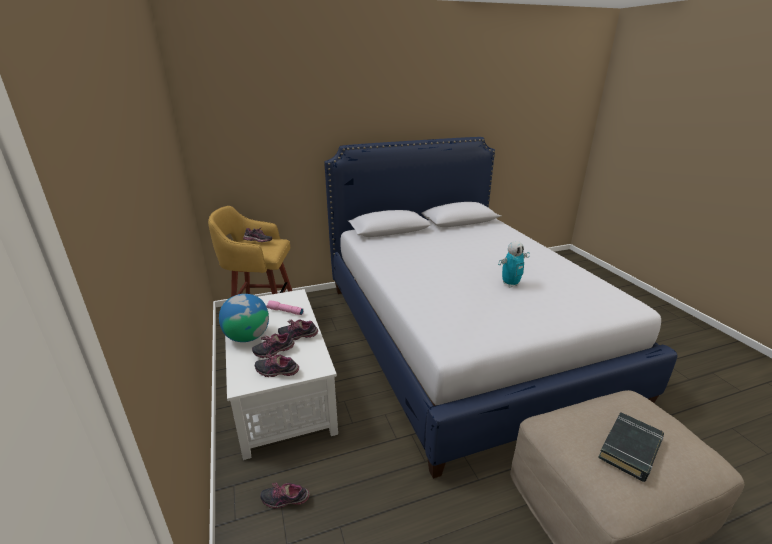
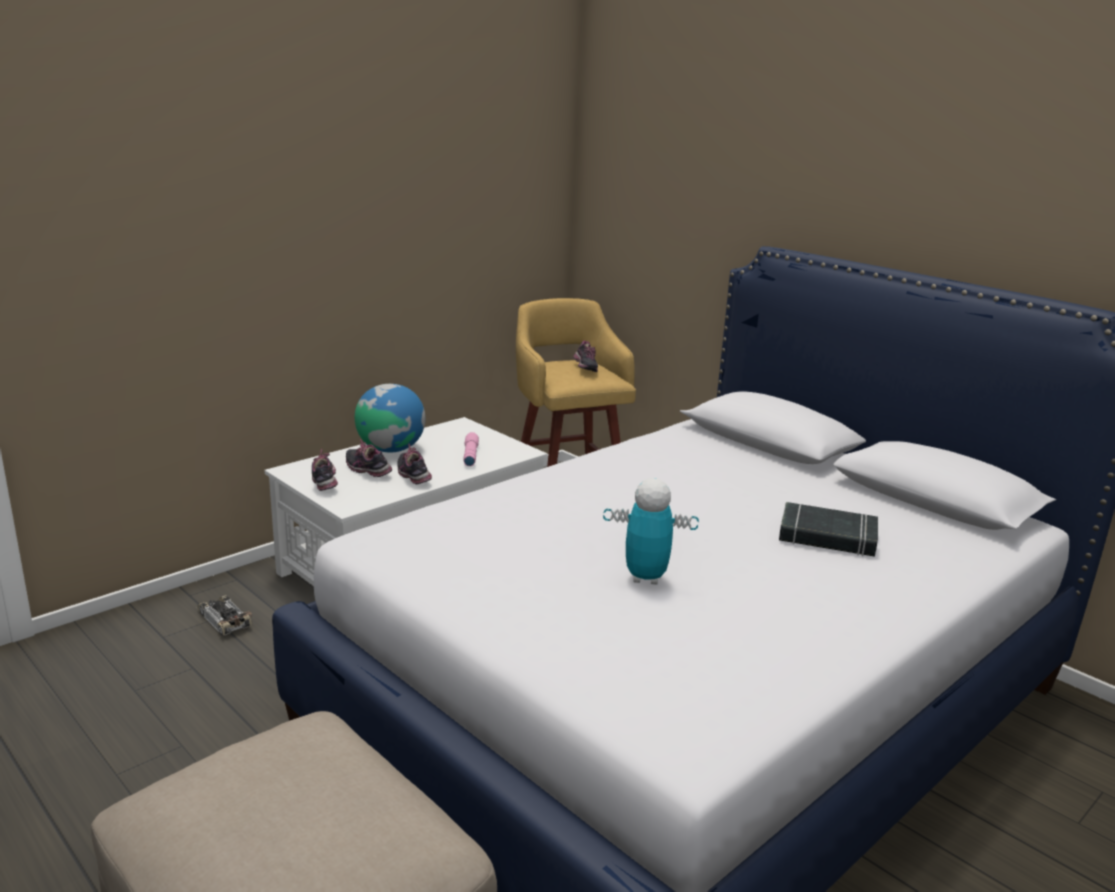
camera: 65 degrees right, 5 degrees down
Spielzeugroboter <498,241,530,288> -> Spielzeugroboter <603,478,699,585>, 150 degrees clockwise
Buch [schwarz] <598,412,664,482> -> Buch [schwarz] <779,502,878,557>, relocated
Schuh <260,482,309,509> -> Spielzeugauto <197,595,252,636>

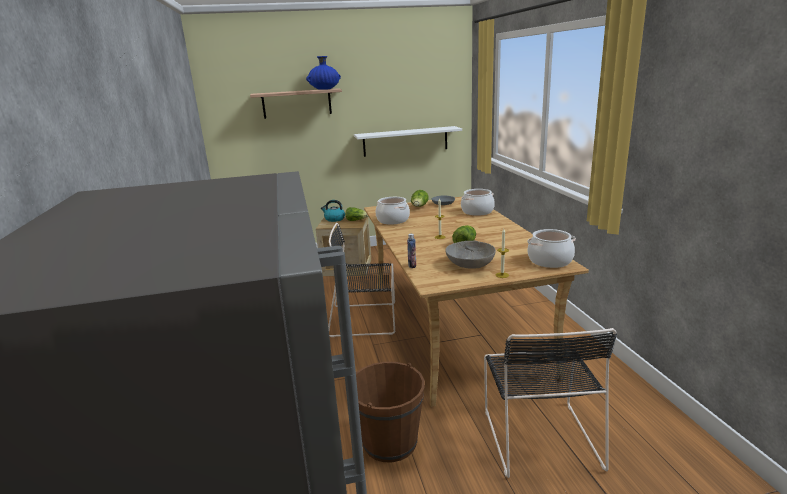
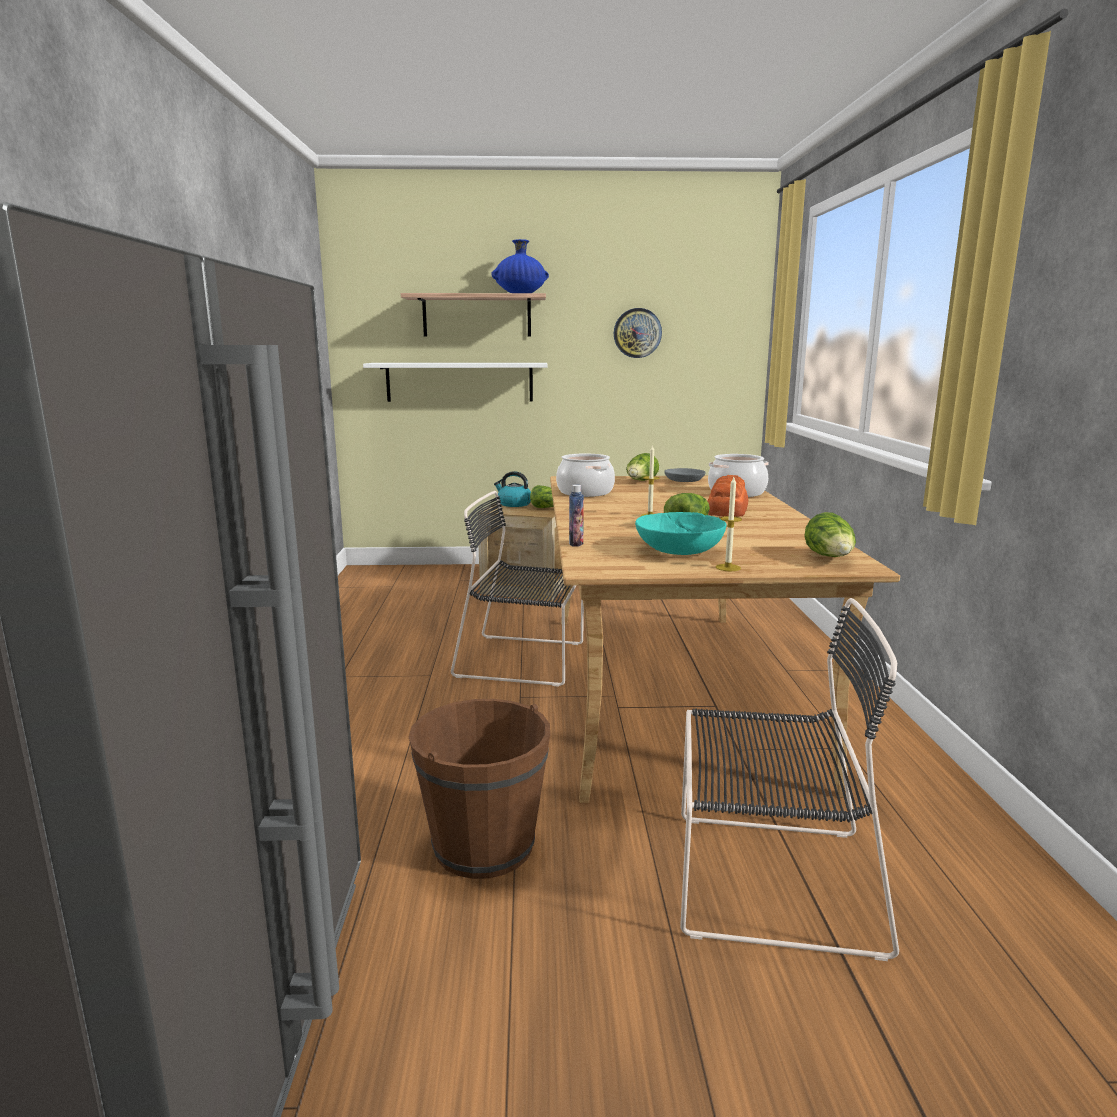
camera: 10 degrees right, 5 degrees down
Wandregal [weiß] <354,126,462,157> -> Wandregal [weiß] <363,363,547,402>, relocated
Kochtopf <527,229,576,268> -> Salatkopf <804,512,856,557>
Schüssel [grau] <446,240,496,269> -> Schüssel [türkis] <635,512,726,555>
Stuhl [schwarz] <484,328,617,478> -> Stuhl [schwarz] <680,598,899,961>, 90 degrees counterclockwise
none -> Wanduhr <614,308,662,358>
none -> Brot <708,475,748,517>

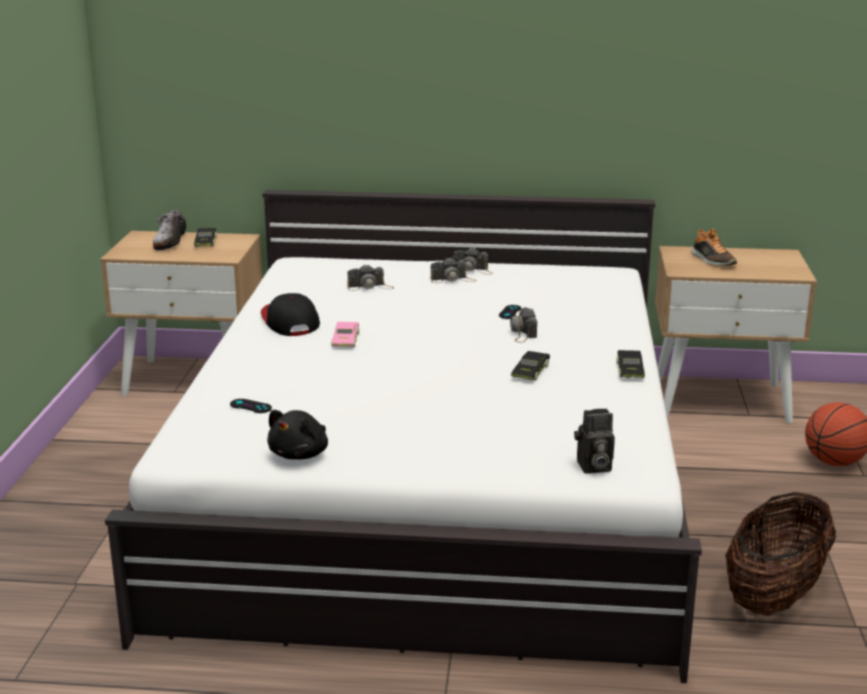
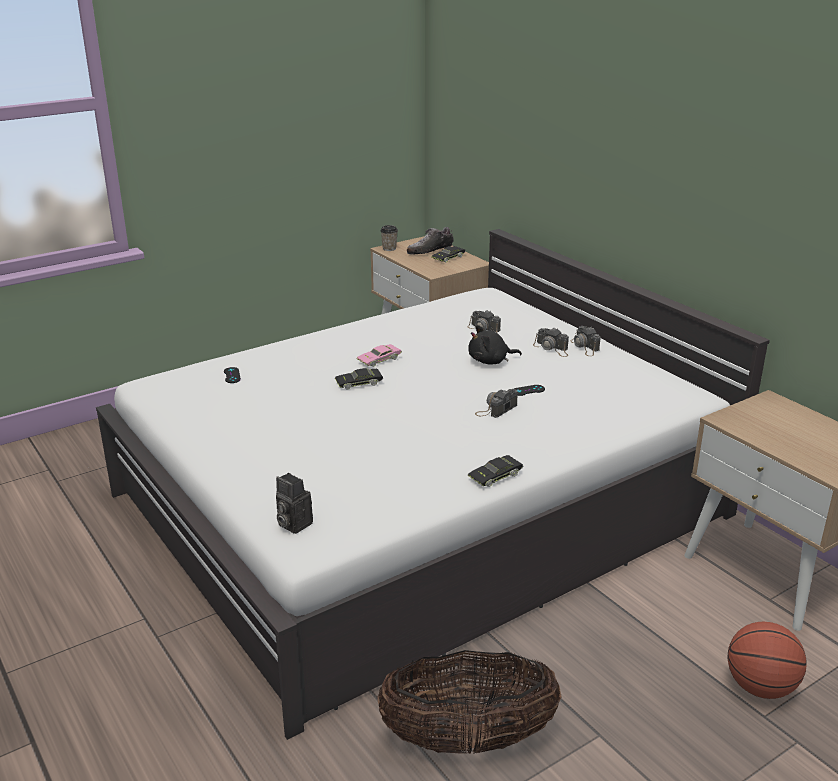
camera: 50 degrees right, 5 degrees up
Schuh <691,229,737,266> -> none
Kappe <261,293,320,336> -> none
Spielzeugauto [schwarz] <511,351,550,380> -> Spielzeugauto [schwarz] <335,368,383,390>, relocated
Plüschtier [schwarz] <267,410,328,460> -> Plüschtier [schwarz] <468,325,522,365>, relocated
none -> Tasse <380,225,398,251>

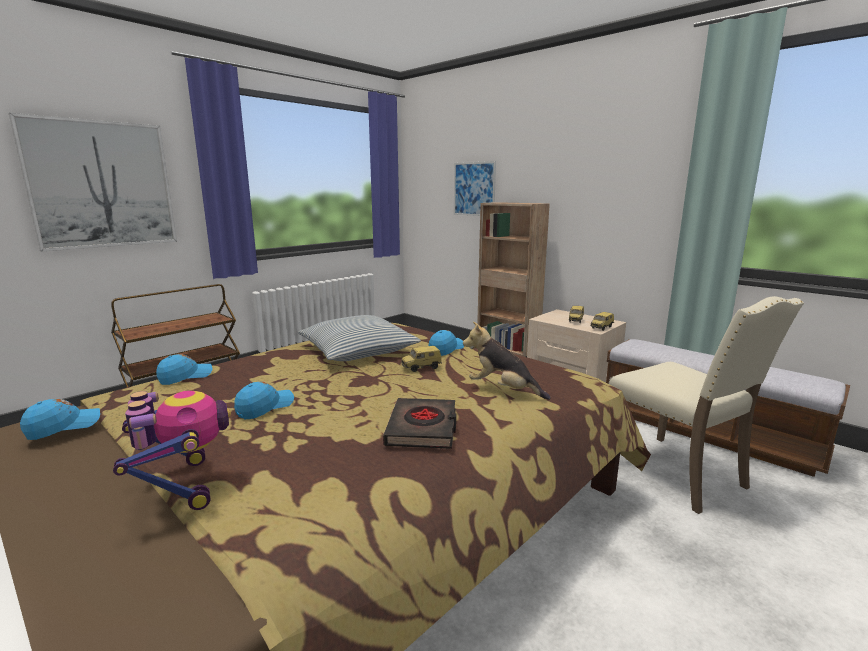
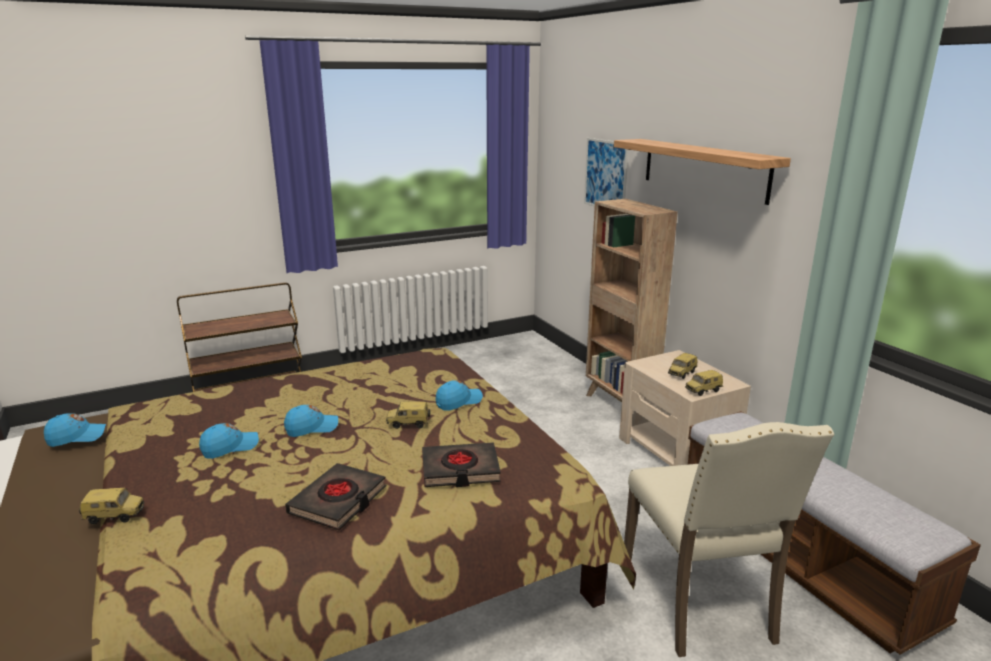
camera: 20 degrees right, 5 degrees up
Bild <9,113,177,252> -> none
Kissen <298,315,421,361> -> none
Plüschtier <463,321,551,400> -> Buch [schwarz] <422,442,501,487>
Kappe [blau] <156,354,213,385> -> Kappe [blau] <284,405,338,437>, relocated
Spielzeugroboter <113,391,231,510> -> Spielzeugauto <79,488,145,525>
none -> Wandregal <614,139,791,205>

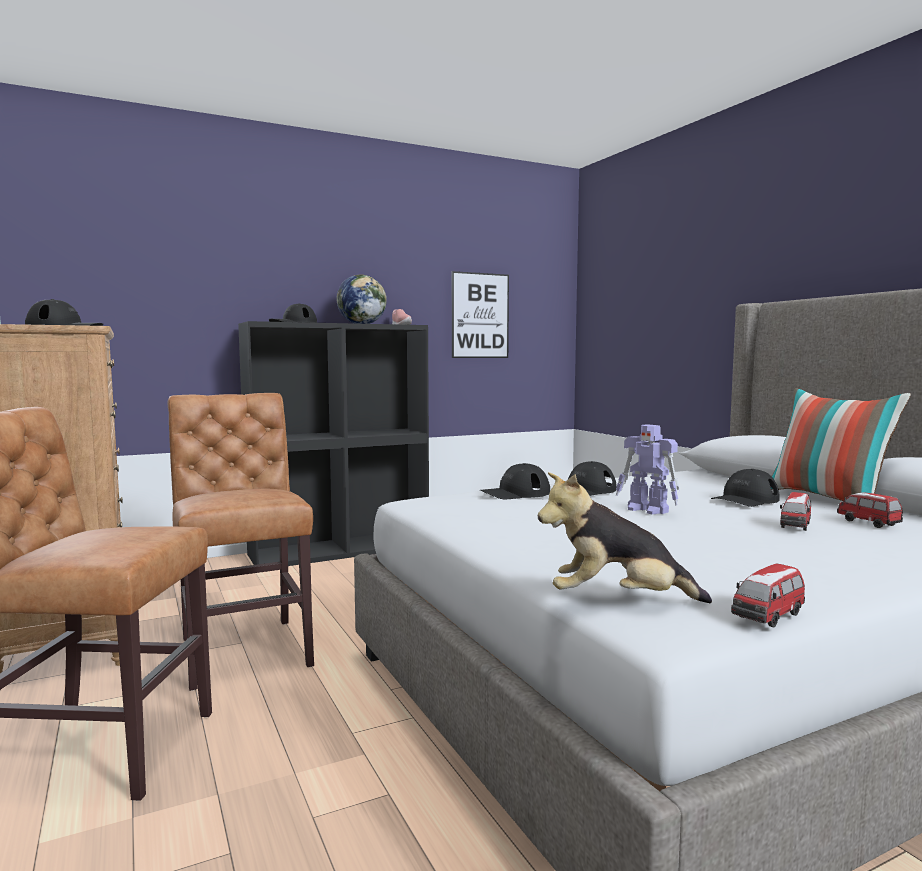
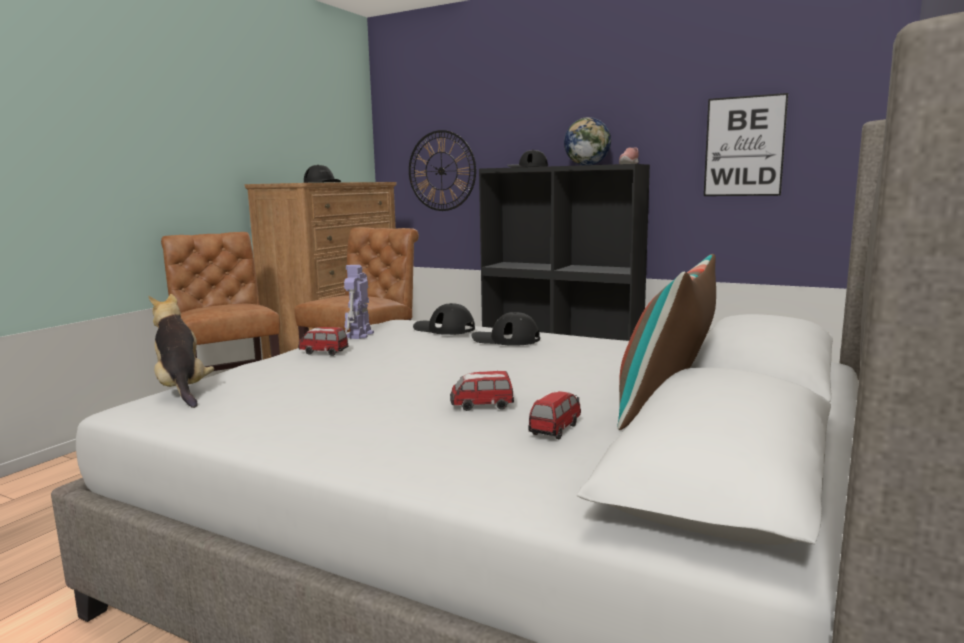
camera: 55 degrees right, 5 degrees up
Spielzeugroboter <616,424,680,515> -> Spielzeugroboter <344,265,374,339>, relocated
Kappe [schwarz] <711,469,780,507> -> none
Spielzeugauto <731,563,805,627> -> Spielzeugauto <298,327,349,356>, relocated
none -> Wanduhr <409,130,476,211>

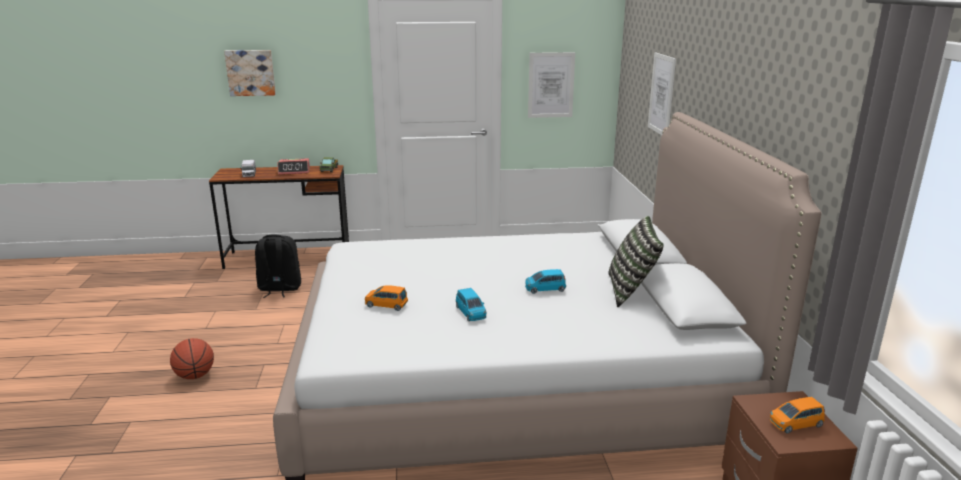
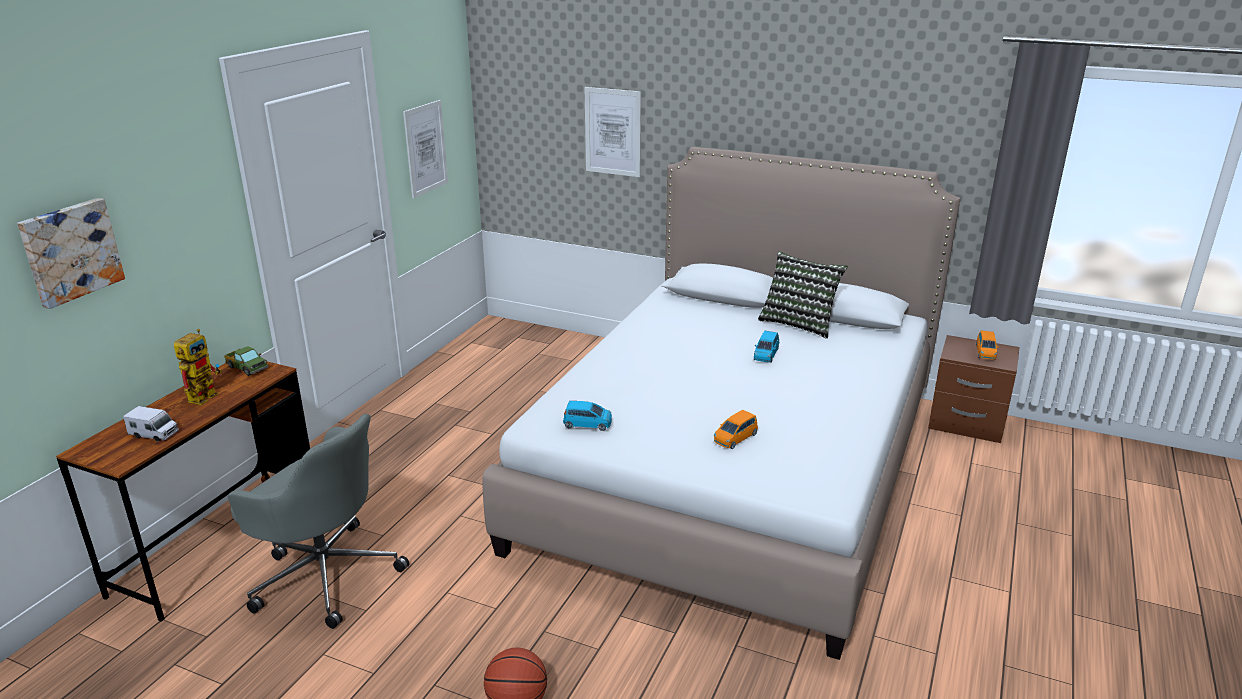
camera: 60 degrees left, 5 degrees up
Wecker <278,158,310,175> -> Spielzeugroboter <174,329,222,405>
Rucksack [schwarz] <255,234,301,298> -> Bürostuhl [grau] <228,414,409,629>
Spielzeugauto [blau] <456,288,487,321> -> Spielzeugauto [blau] <563,401,612,431>, relocated

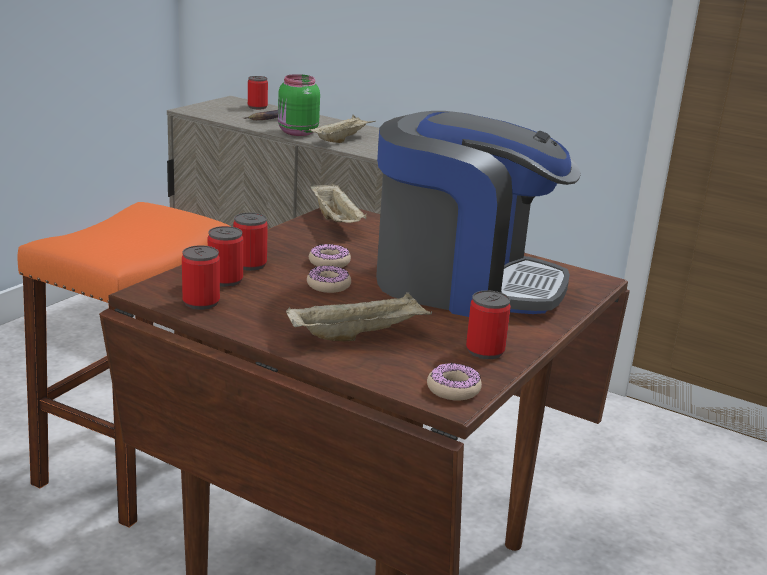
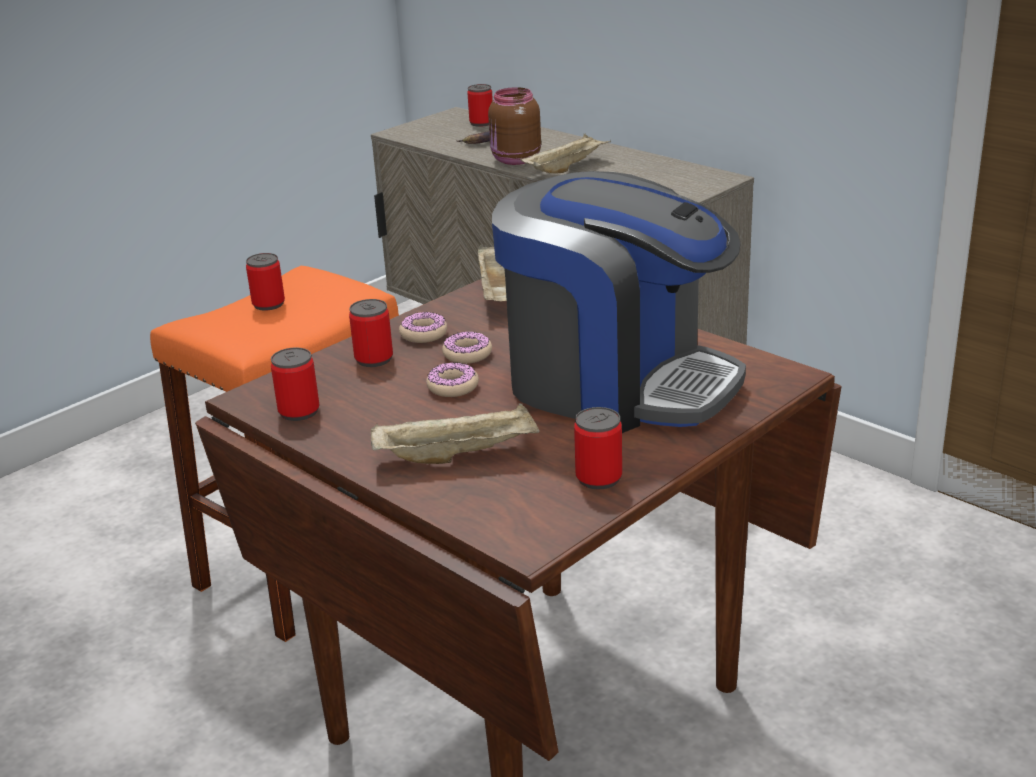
camera: 15 degrees right, 5 degrees up
Vorratsglas [grün] <278,74,320,136> -> Vorratsglas [braun] <488,87,541,165>
Dose <208,226,243,287> -> Dose <246,253,285,311>, relocated
Donut <427,363,482,401> -> Donut <399,312,447,343>, relocated

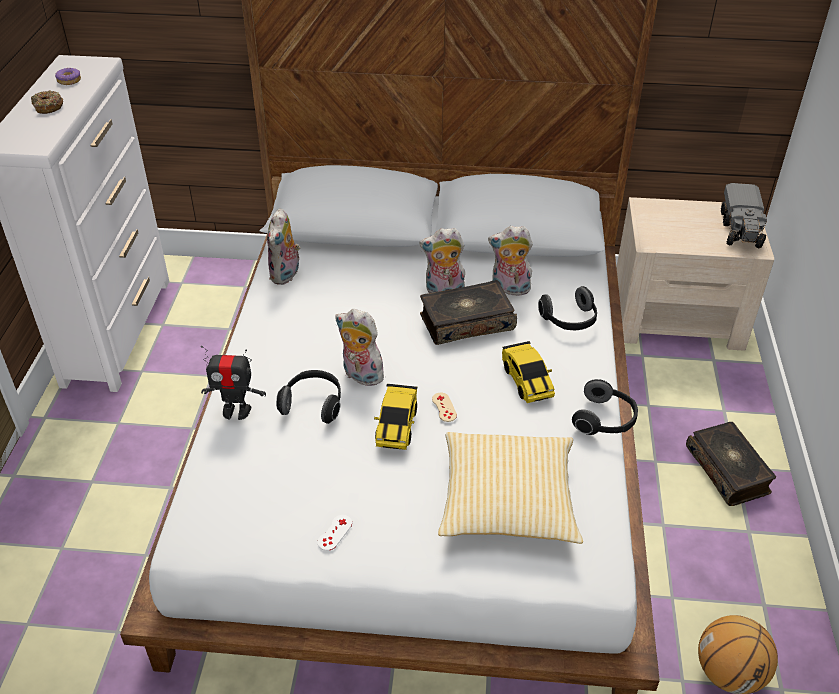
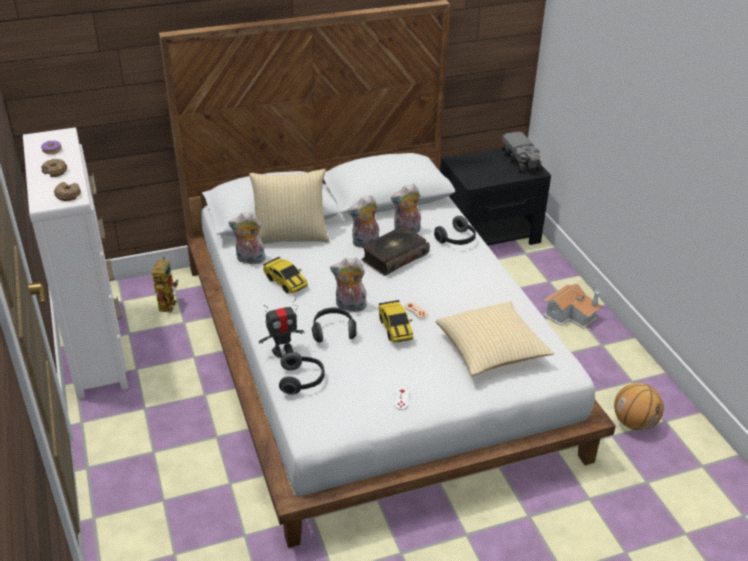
camera: 25 degrees left, 5 degrees down
Nachttisch [beige] <617,197,774,351> -> Nachttisch [schwarz] <440,148,551,246>
Plüschtier <267,208,300,285> -> Plüschtier <228,212,266,264>, 105 degrees clockwise
Spielzeugauto <502,341,555,403> -> Spielzeugauto <263,257,308,294>, relocated
Kopfhörer <572,379,638,435> -> Kopfhörer <279,352,325,395>, relocated
Buch <686,422,776,506> -> Spielzeughaus <544,283,602,329>
none -> Kissen <249,169,330,244>
none -> Donut <54,182,81,201>
none -> Spielzeugroboter <152,256,178,312>

